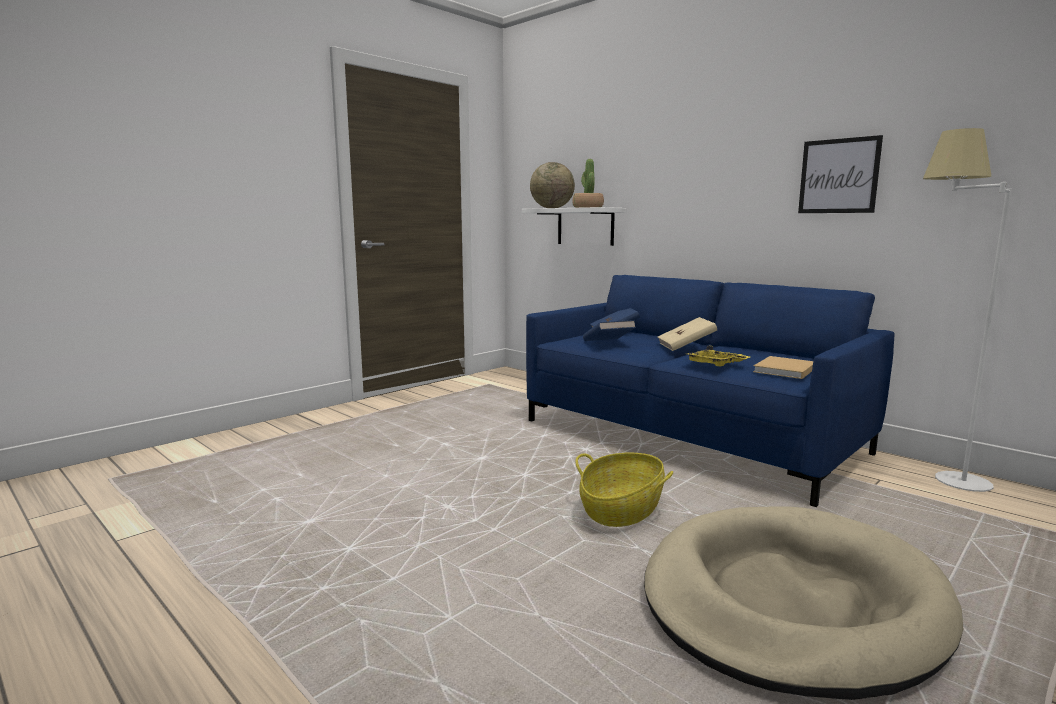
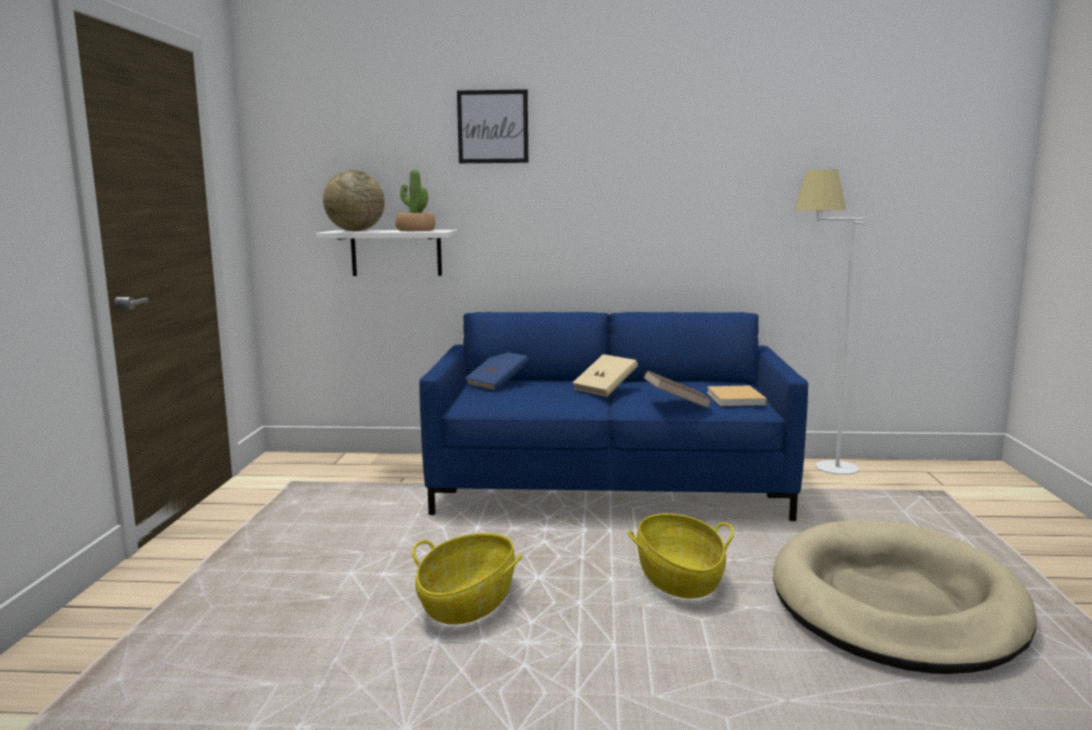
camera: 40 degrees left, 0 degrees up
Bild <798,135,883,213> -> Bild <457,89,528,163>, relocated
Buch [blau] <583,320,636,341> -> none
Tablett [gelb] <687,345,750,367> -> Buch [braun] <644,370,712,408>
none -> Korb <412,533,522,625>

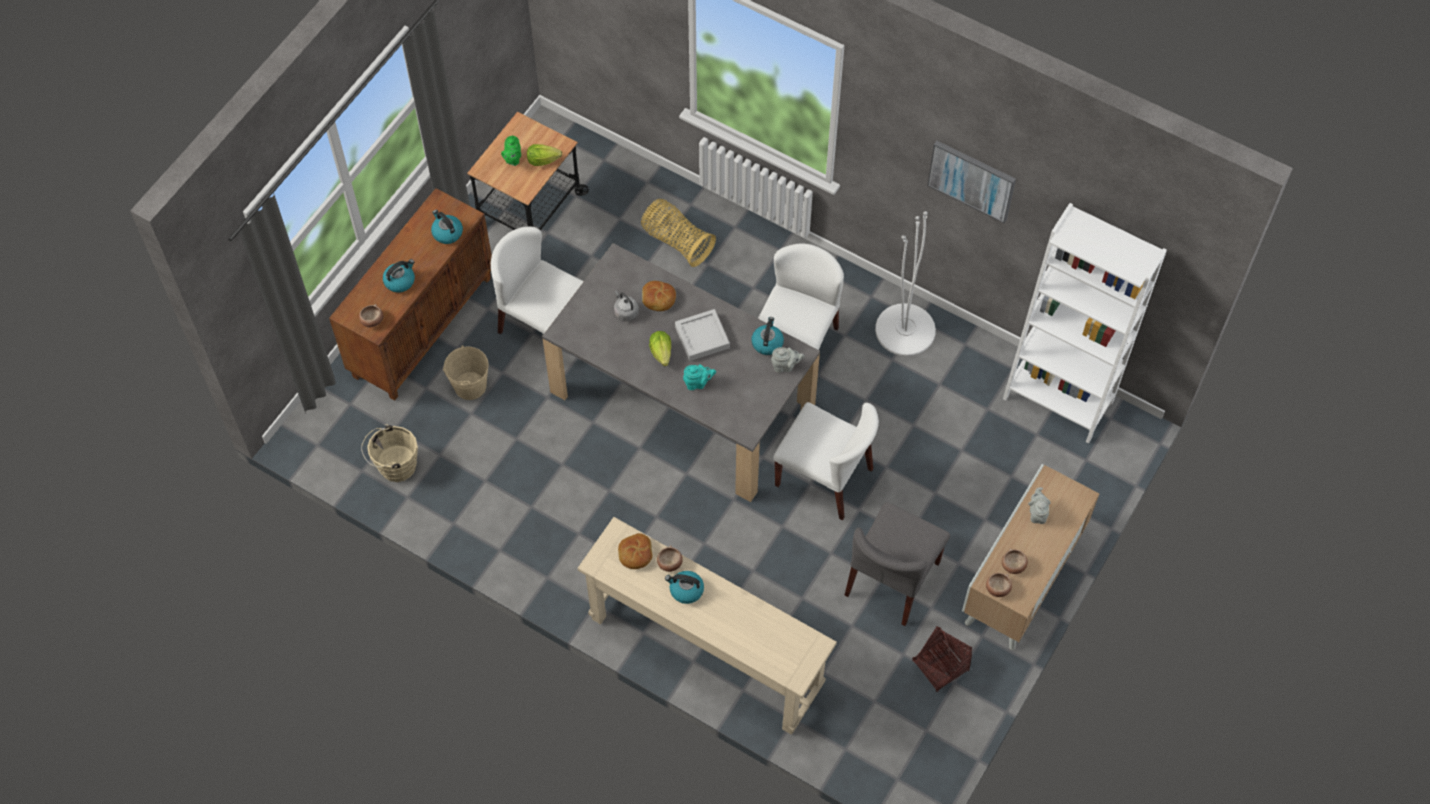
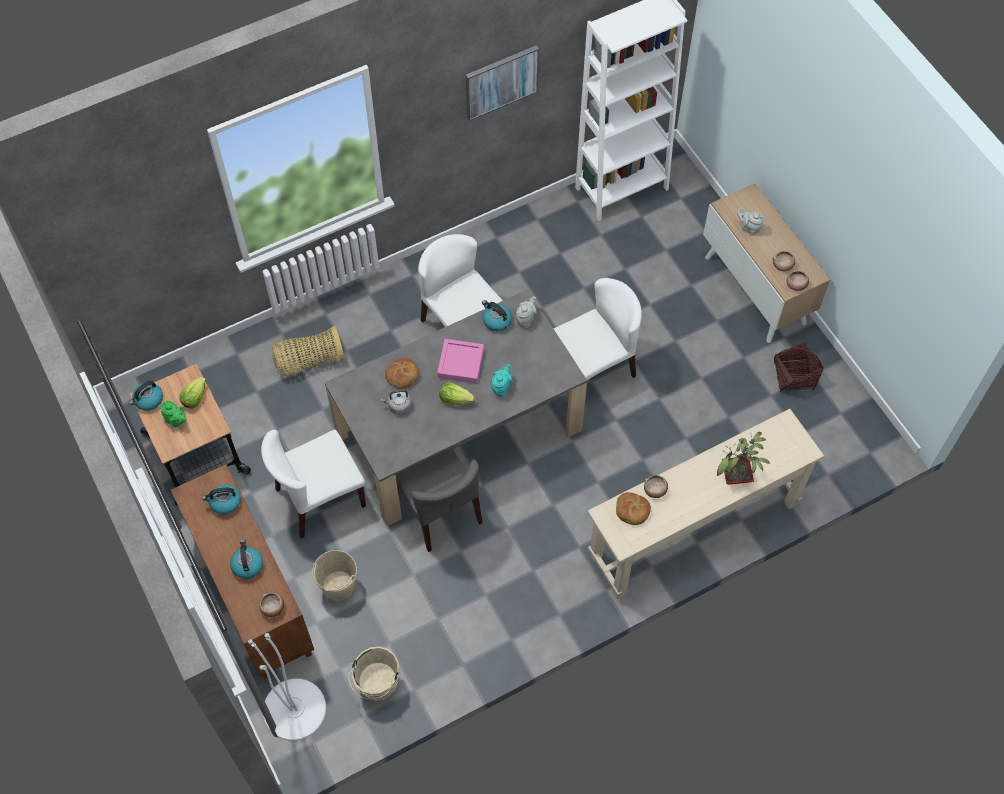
camera: 60 degrees left, 0 degrees up
Stehlampe [weiß] <875,211,936,356> -> Stehlampe [weiß] <248,633,326,741>, relocated
Tablett [grau] <675,309,730,361> -> Tablett [rosa] <437,339,484,383>
Stuhl [grau] <845,502,950,626> -> Stuhl [grau] <396,448,483,552>, relocated
Wasserkessel <665,571,704,604> -> Wasserkessel <129,381,163,411>, relocated
none -> Topfpflanze <717,432,770,484>

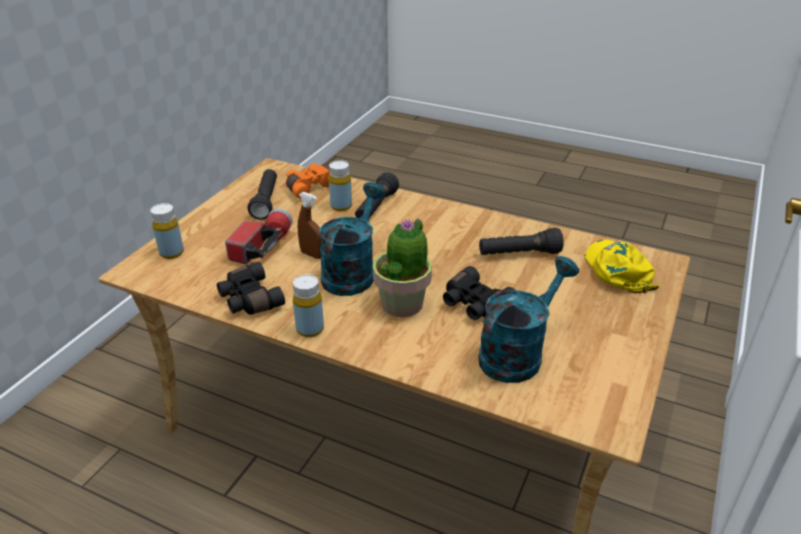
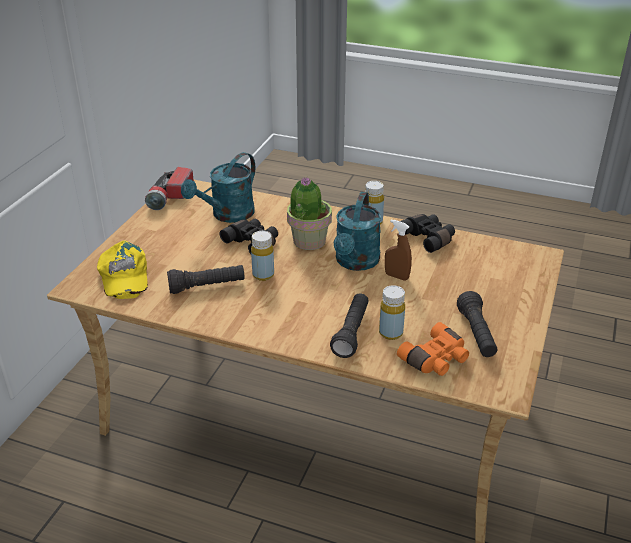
camera: 175 degrees right, 0 degrees up
Flasche [gelb] <151,203,184,259> -> Flasche [gelb] <251,231,274,281>, relocated
Taschenlampe <225,208,293,264> -> Taschenlampe <145,167,194,210>, relocated

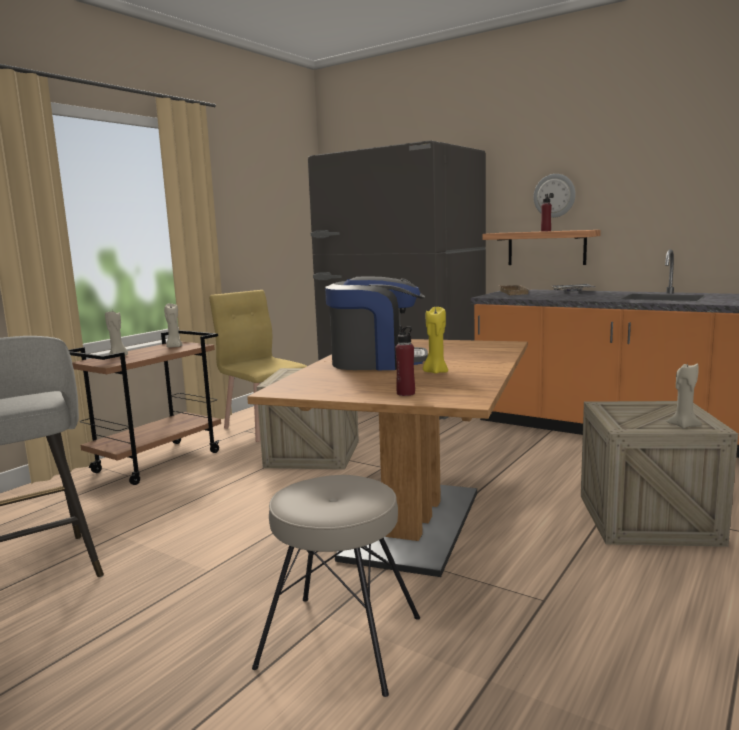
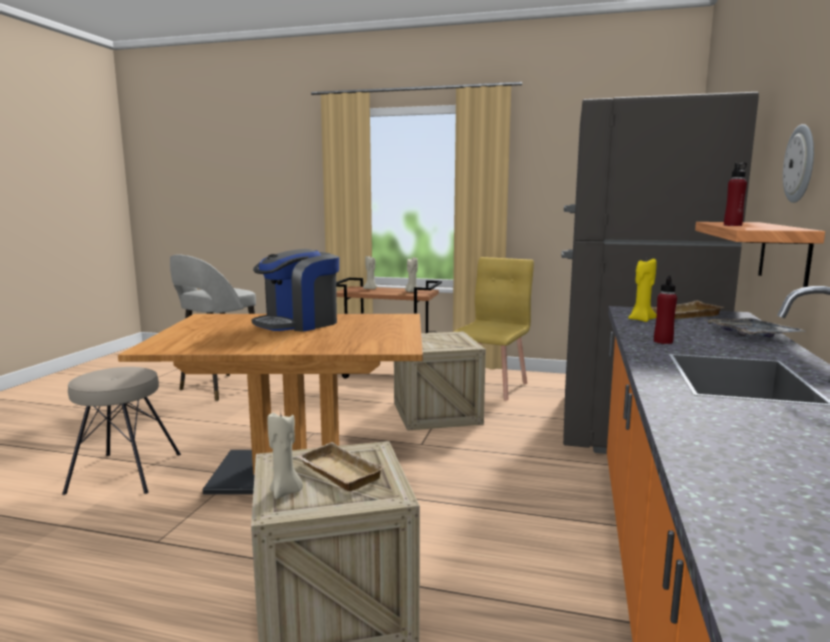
camera: 70 degrees right, 0 degrees up
Kaffeemaschine <325,276,428,370> -> Kaffeemaschine <252,249,339,332>, 60 degrees clockwise
Kerze [gelb] <423,306,448,374> -> Kerze [gelb] <628,259,657,322>, relocated
Flasche [rot] <395,326,415,396> -> Flasche [rot] <654,275,677,344>, relocated
none -> Tablett [beige] <295,442,385,491>

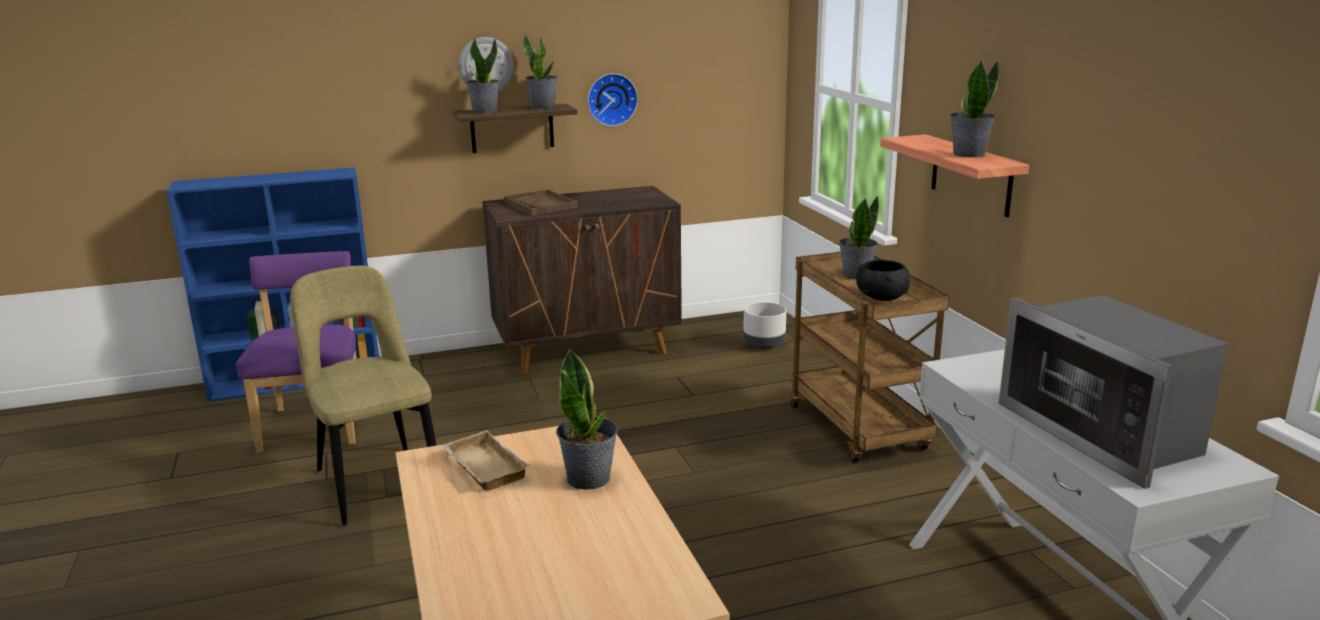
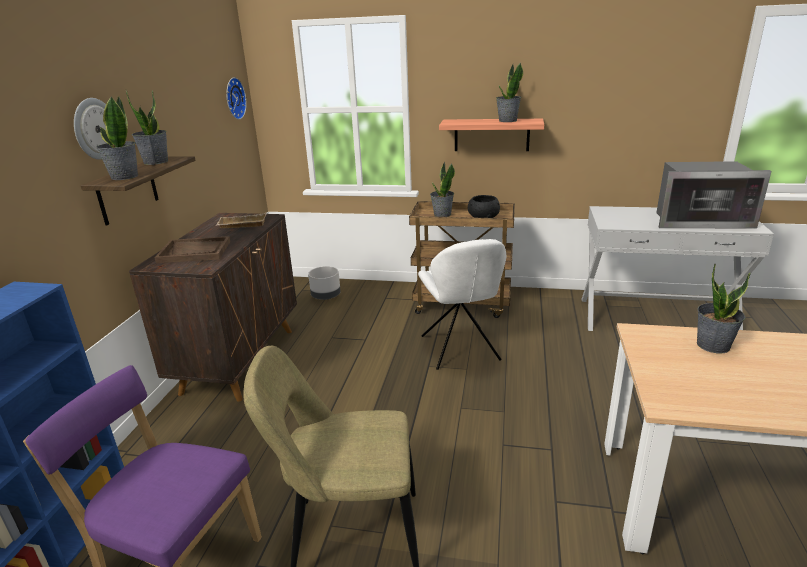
camera: 60 degrees left, 5 degrees up
Wanduhr <588,73,638,126> -> Wanduhr <226,77,247,120>, relocated
Tablett [beige] <441,430,530,491> -> Tablett [beige] <217,213,267,228>, relocated
none -> Stuhl [weiß] <418,239,506,370>

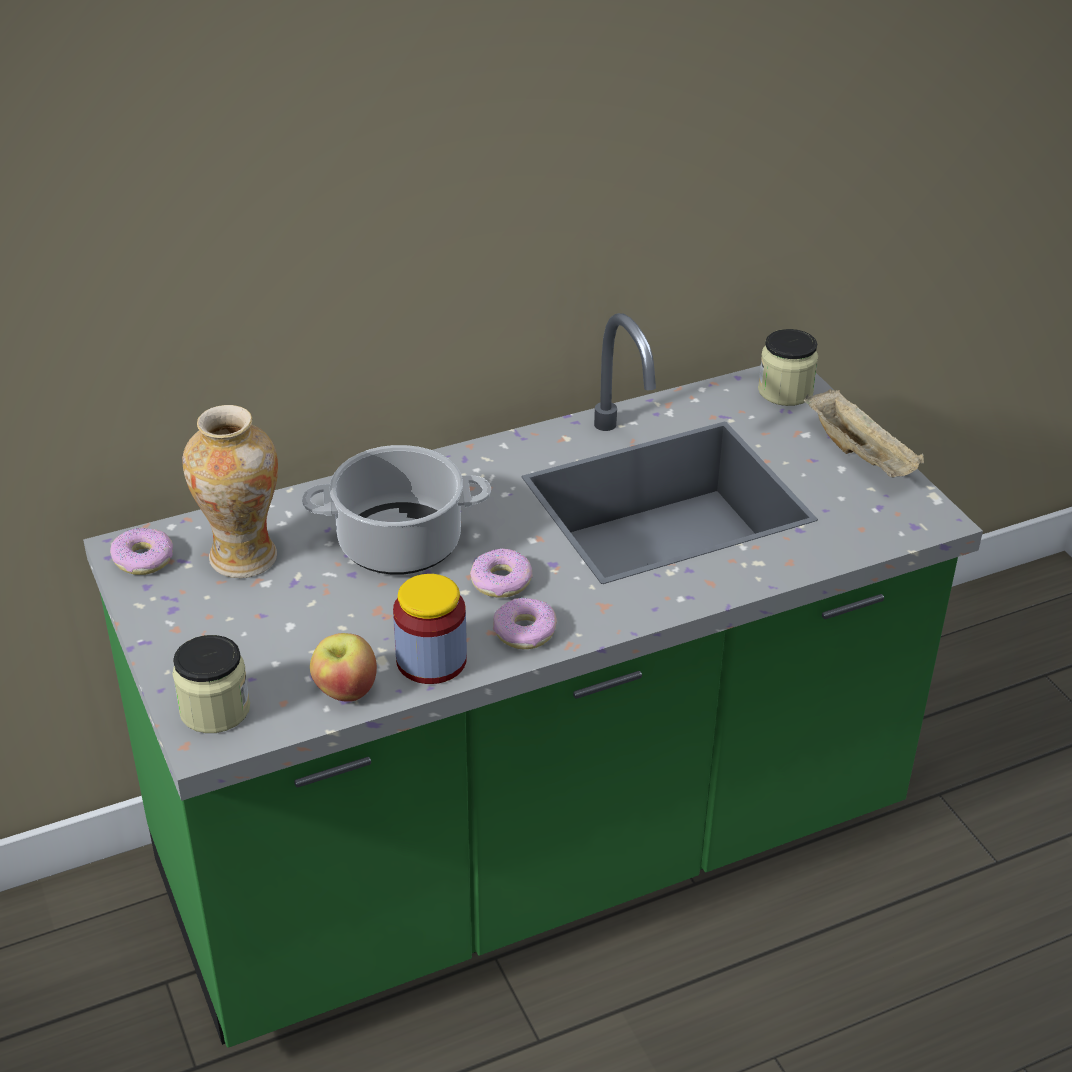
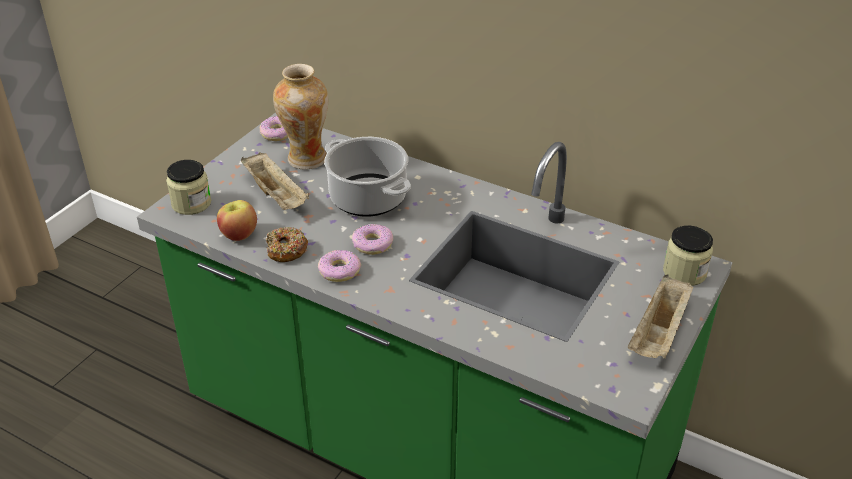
camera: 55 degrees right, 0 degrees up
Vorratsglas <393,574,467,684> -> Donut <266,227,308,262>
none -> Tablett [beige] <241,152,309,210>

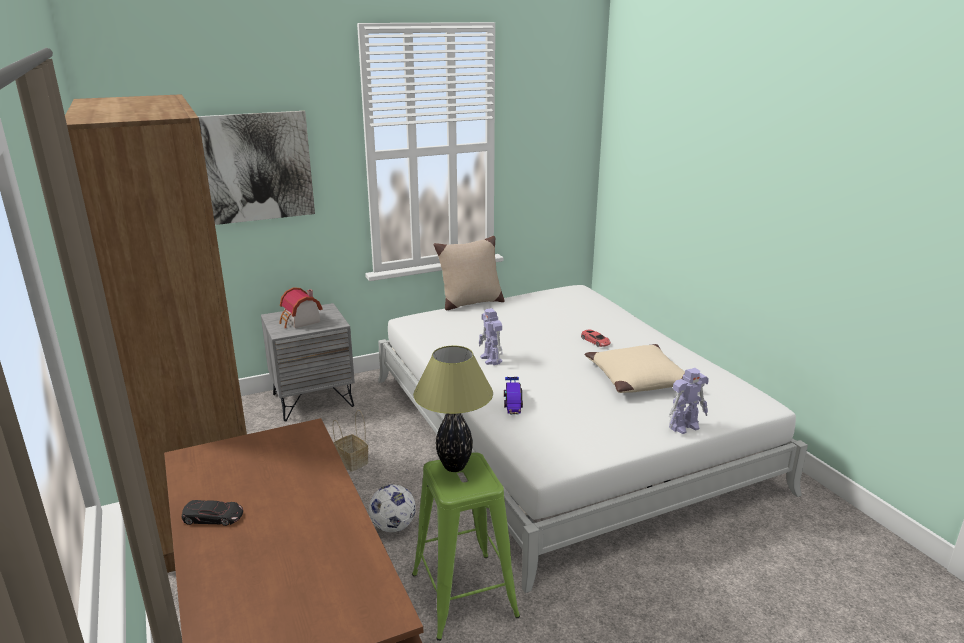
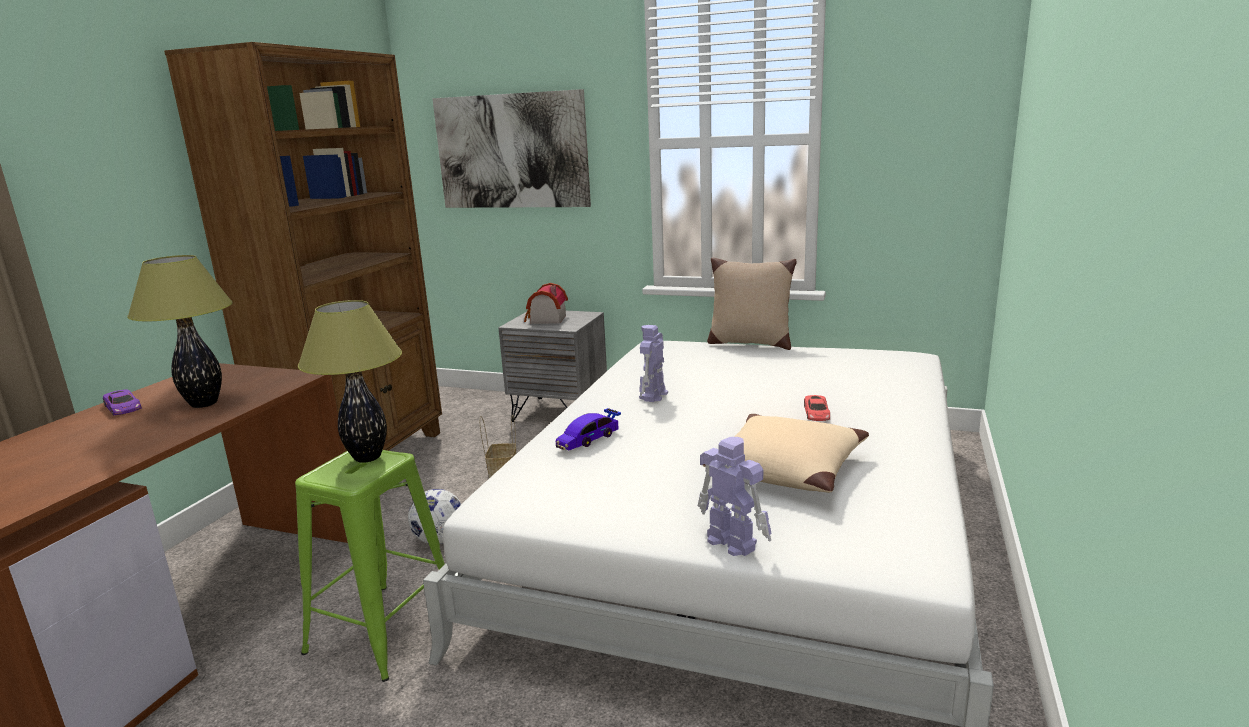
camera: 45 degrees right, 5 degrees down
Spielzeugroboter <669,368,709,434> -> Spielzeugroboter <698,437,772,556>, 150 degrees counterclockwise
Spielzeugauto [schwarz] <182,500,243,526> -> Spielzeugauto [lila] <103,389,142,415>
none -> Tischlampe <127,255,233,408>

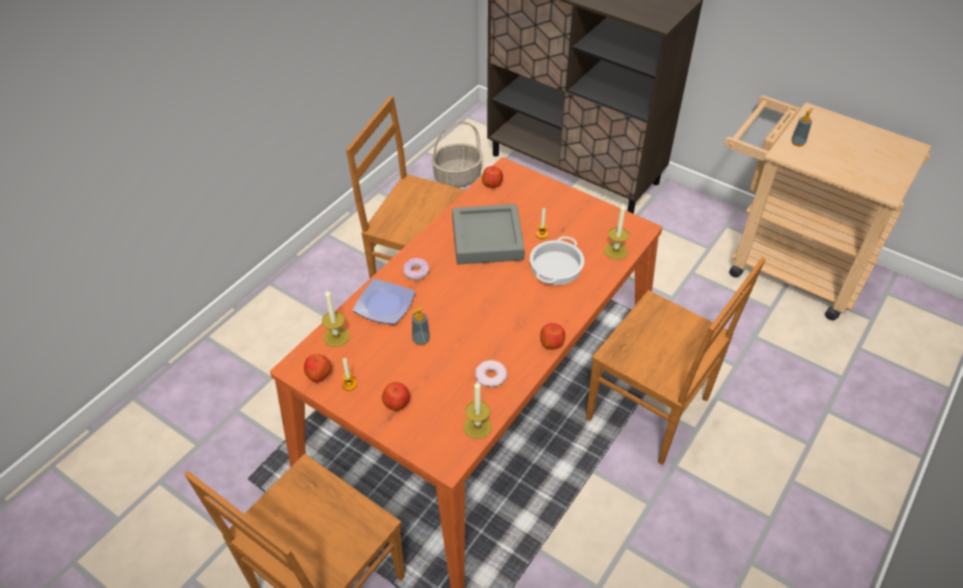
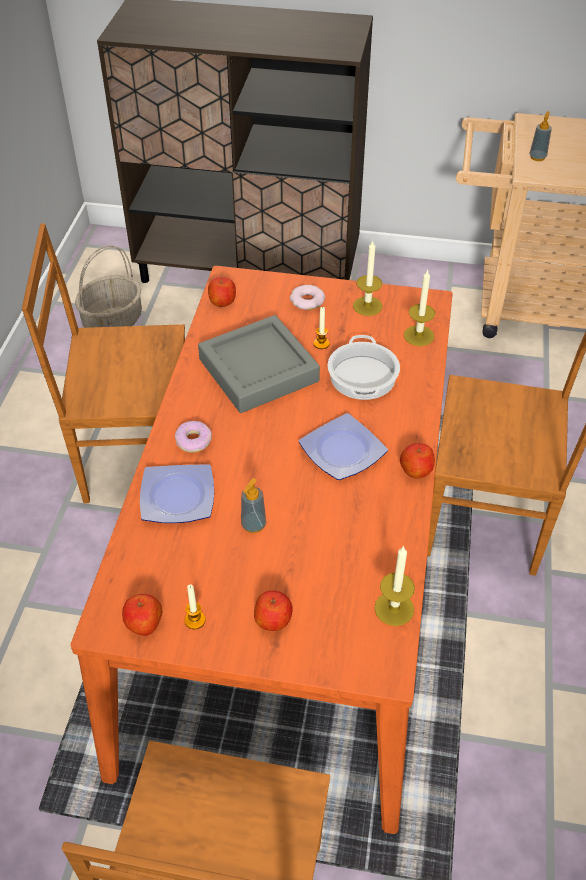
camera: 25 degrees left, 0 degrees up
Kerze <322,290,350,347> -> Kerze <353,240,382,316>, relocated
Donut <475,360,507,387> -> Donut <290,285,325,310>, relocated
none -> Teller <299,413,388,480>

